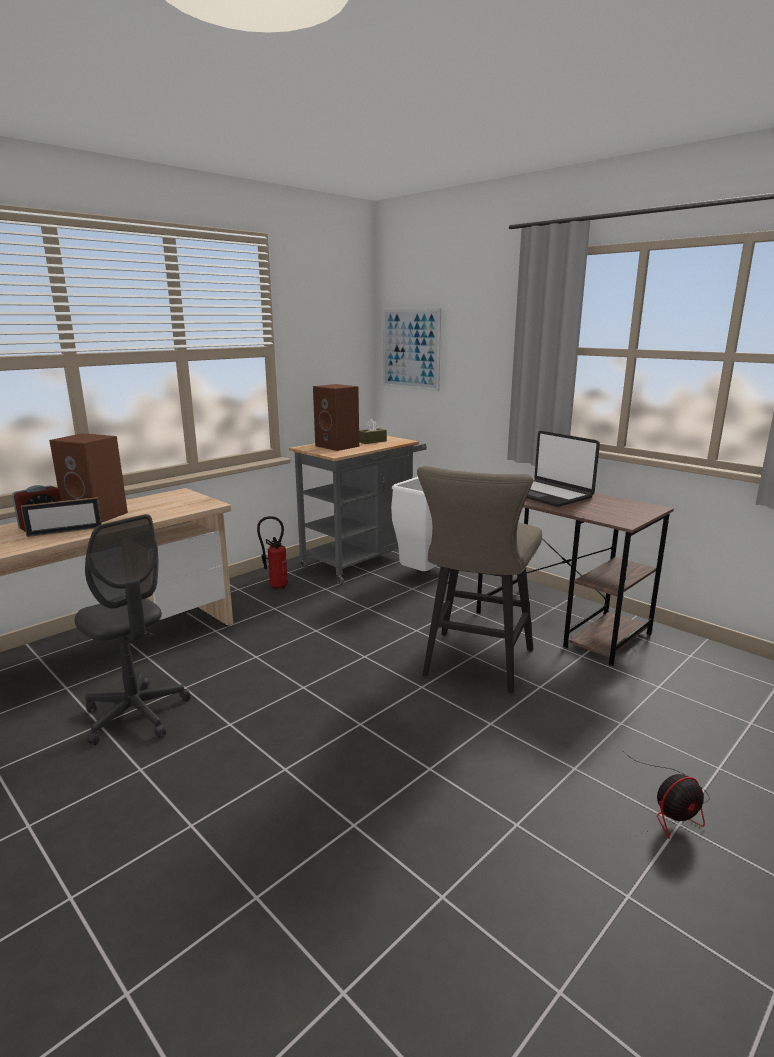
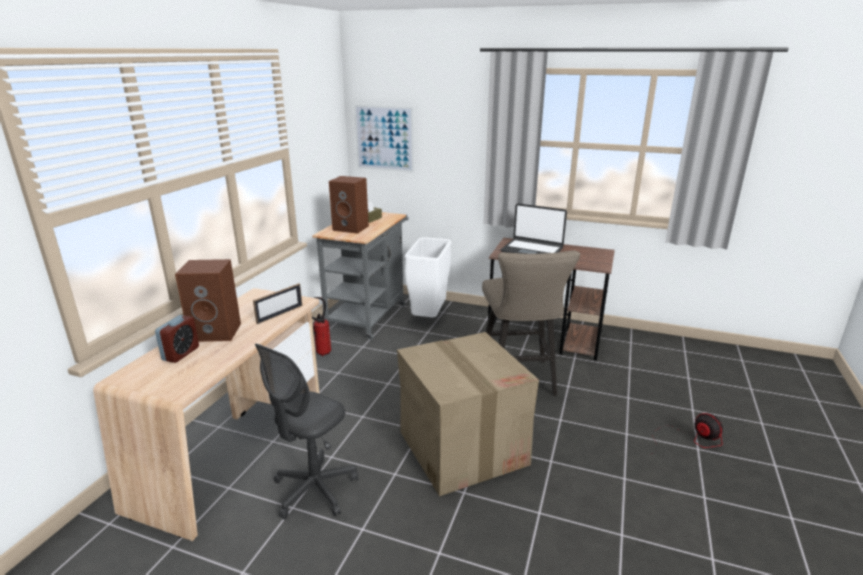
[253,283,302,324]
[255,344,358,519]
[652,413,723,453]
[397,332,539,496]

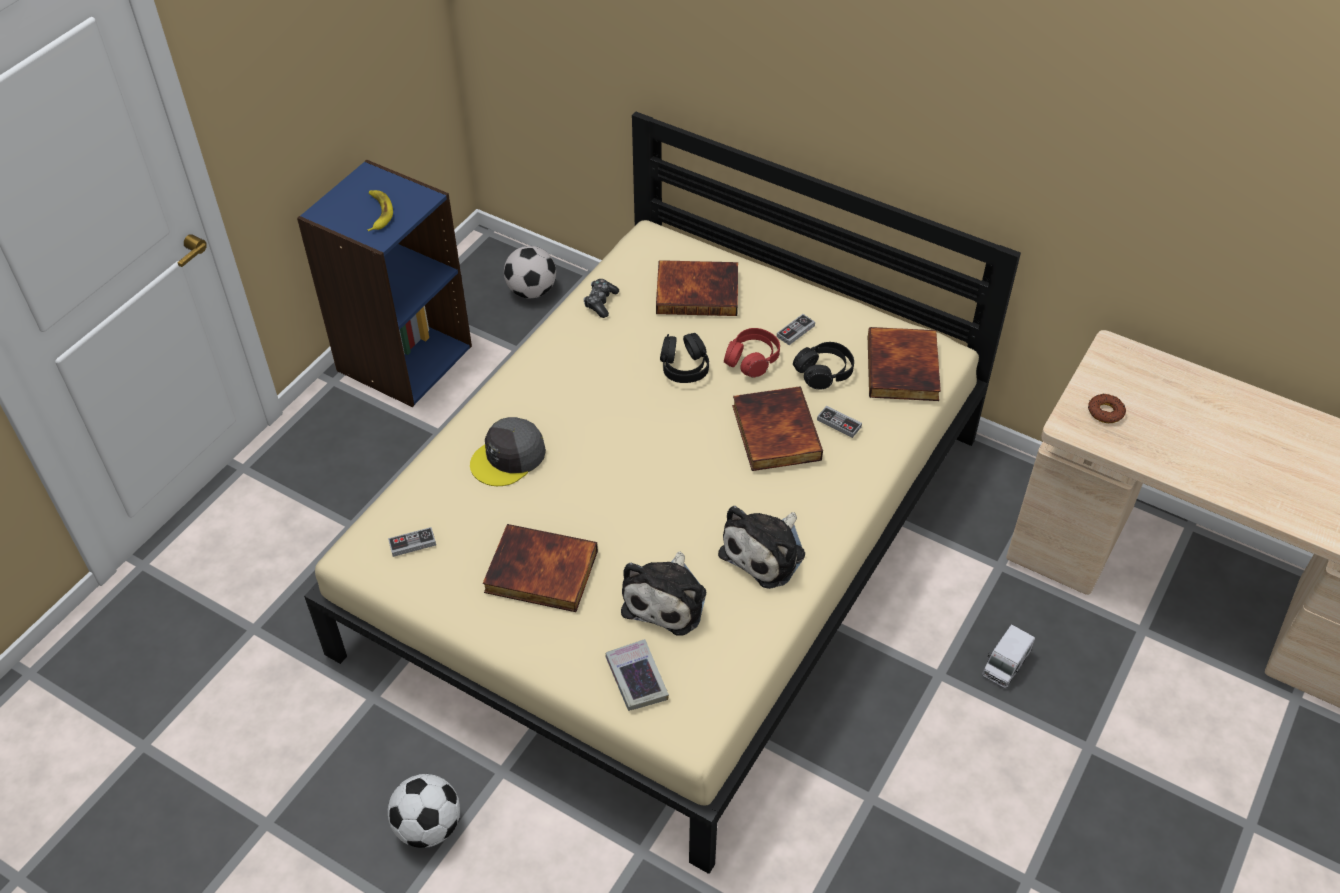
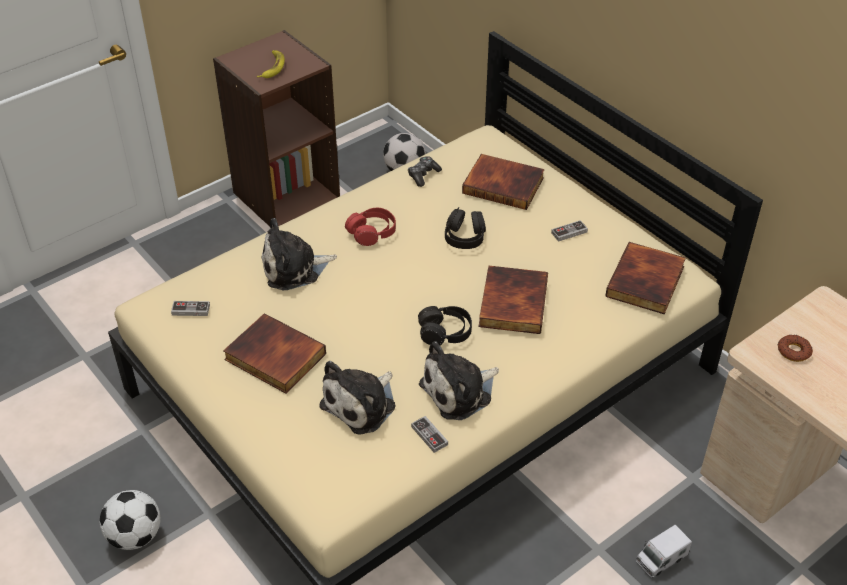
[213,30,340,227]
[345,208,396,246]
[418,306,472,345]
[411,416,448,453]
[261,218,337,290]
[606,639,669,711] (first image)

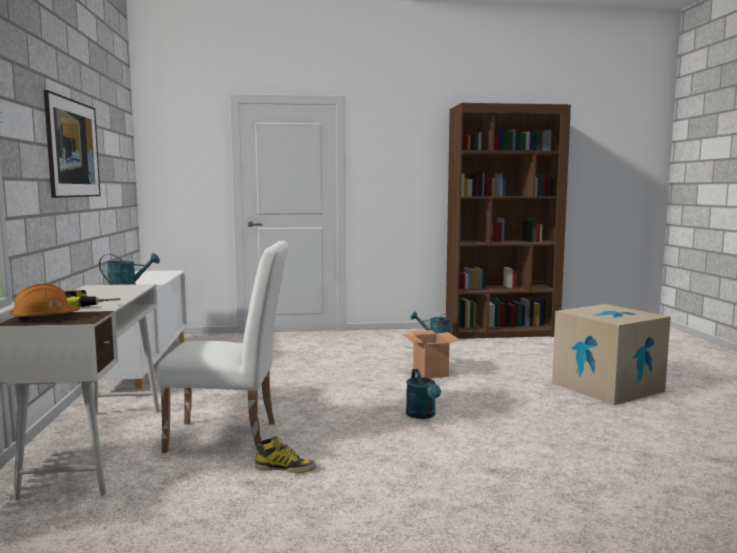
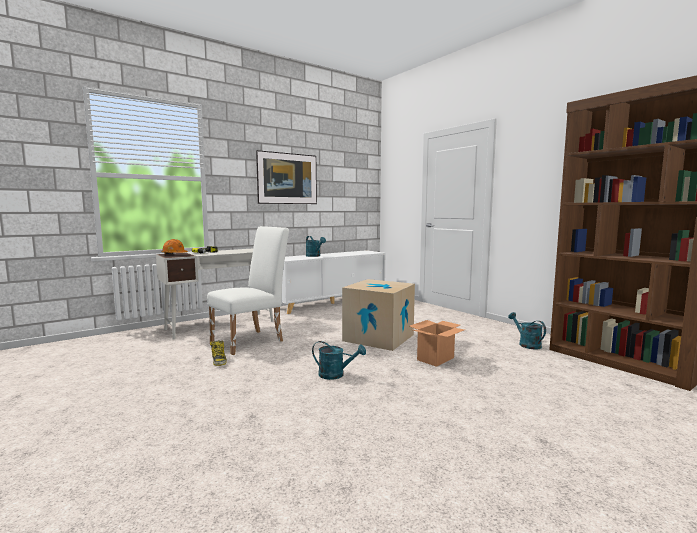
[207,226,289,355]
[342,279,415,351]
[312,341,366,380]

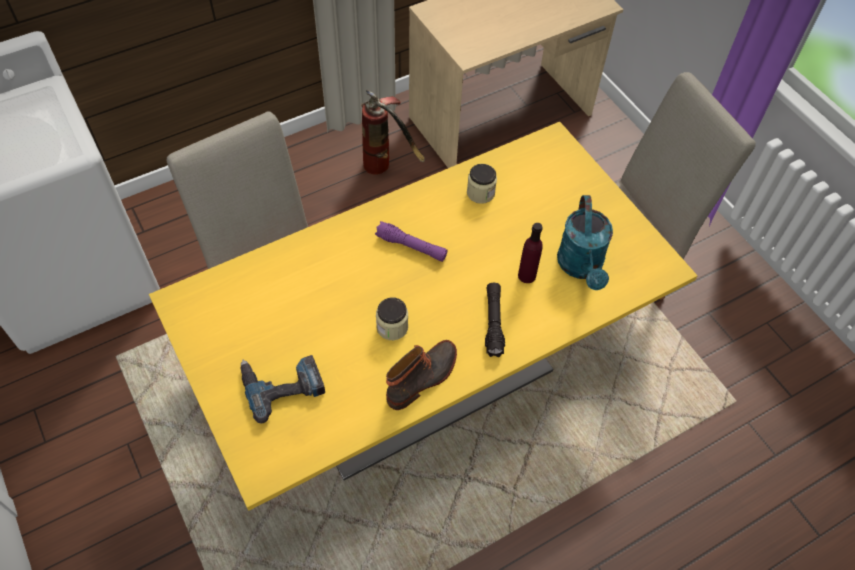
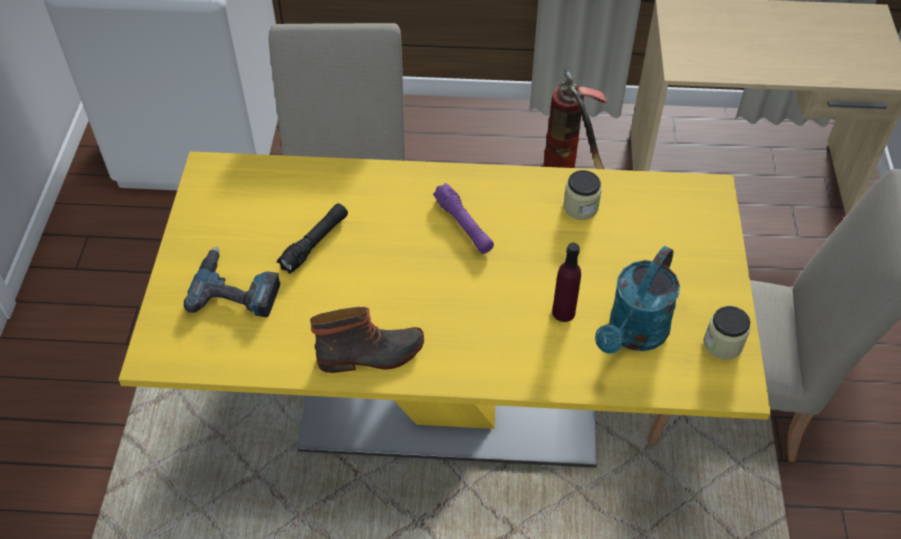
[277,203,348,274]
[703,306,750,360]

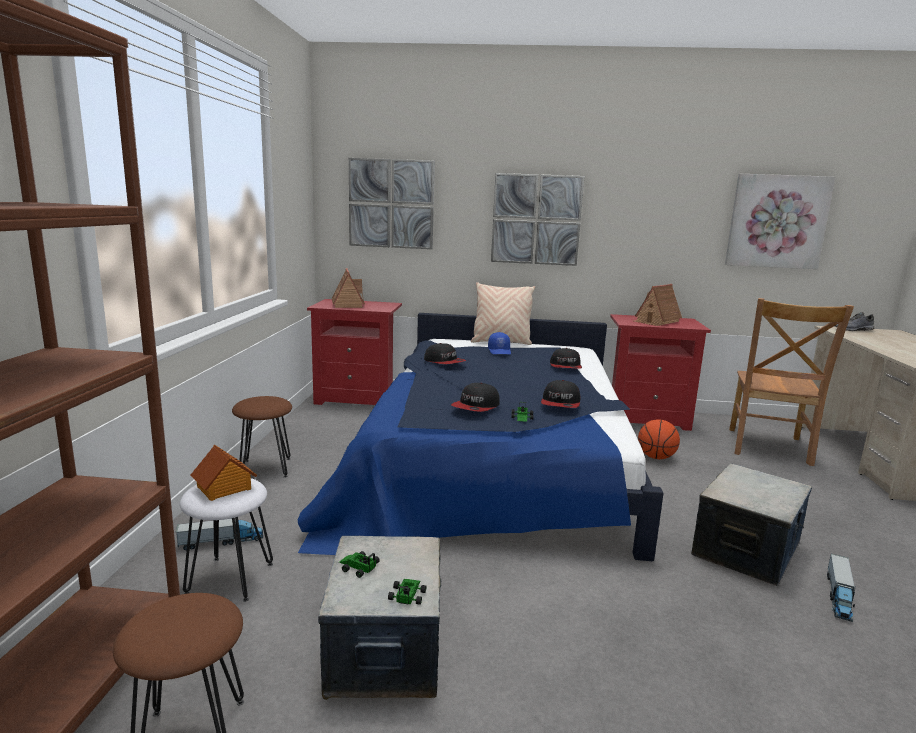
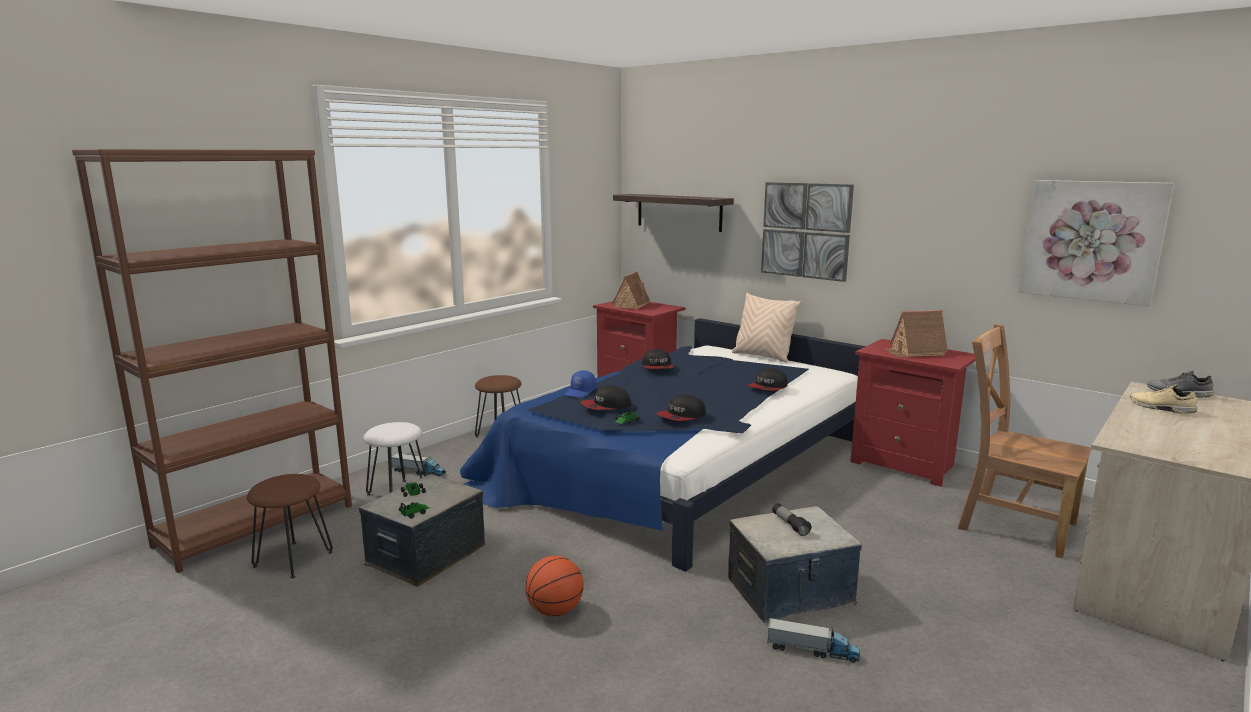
[613,194,734,232]
[958,324,1091,559]
[565,370,596,398]
[525,556,584,617]
[191,445,257,501] (first image)
[767,618,860,662]
[1130,385,1197,414]
[772,503,811,536]

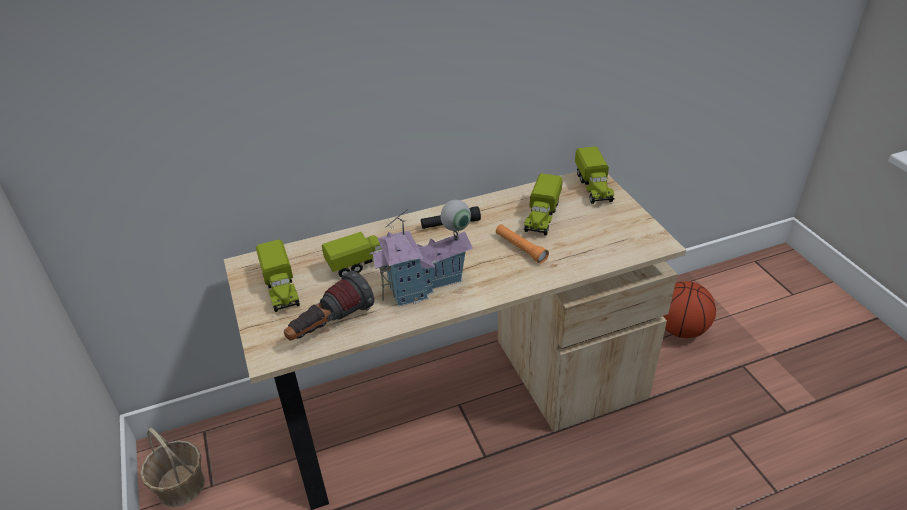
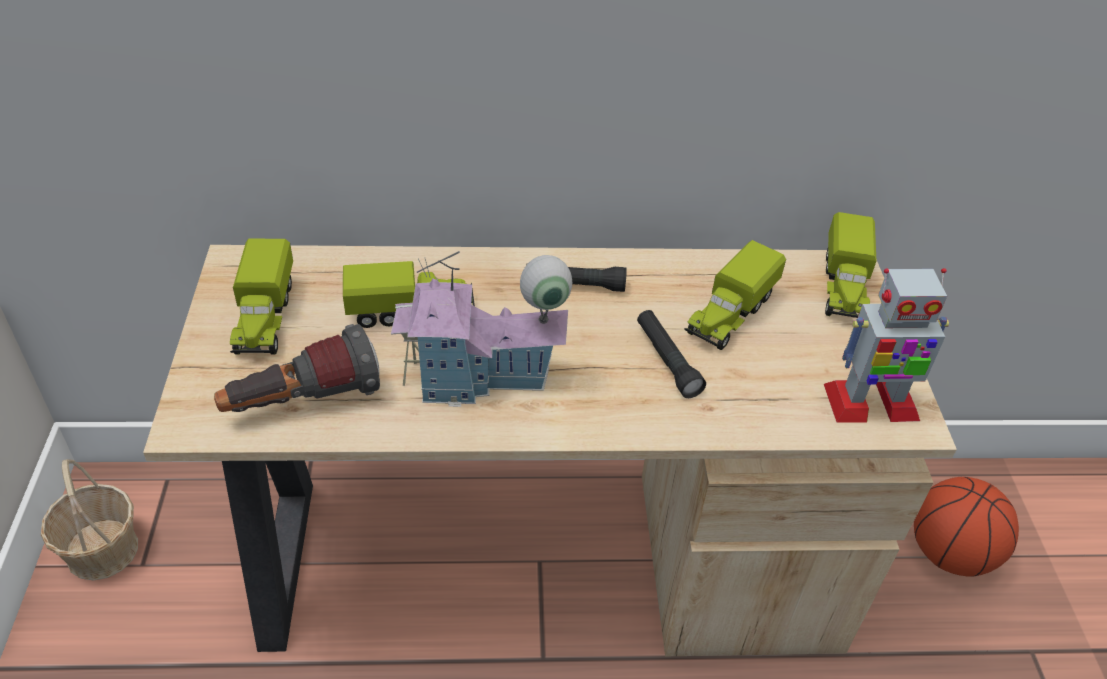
[637,310,706,398]
[824,268,949,422]

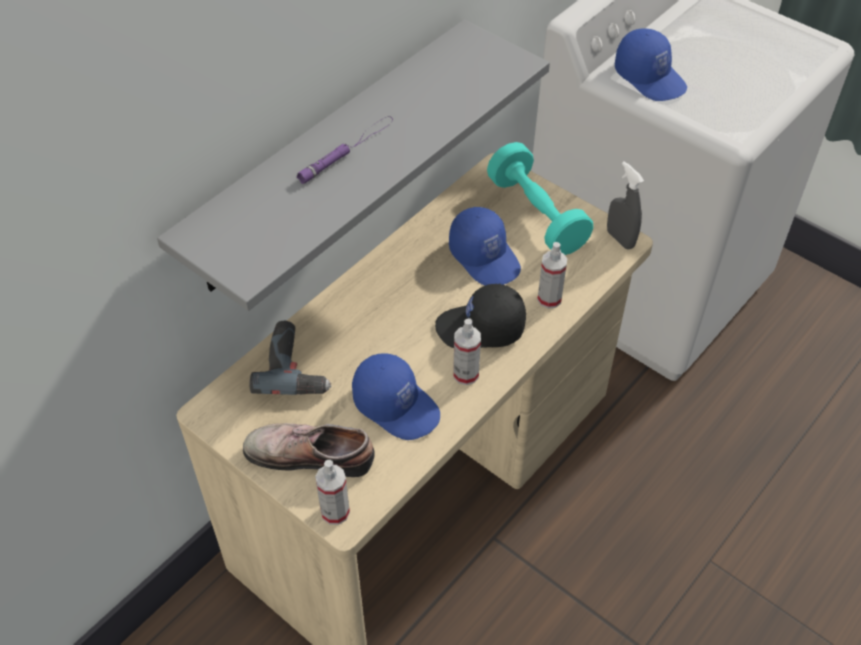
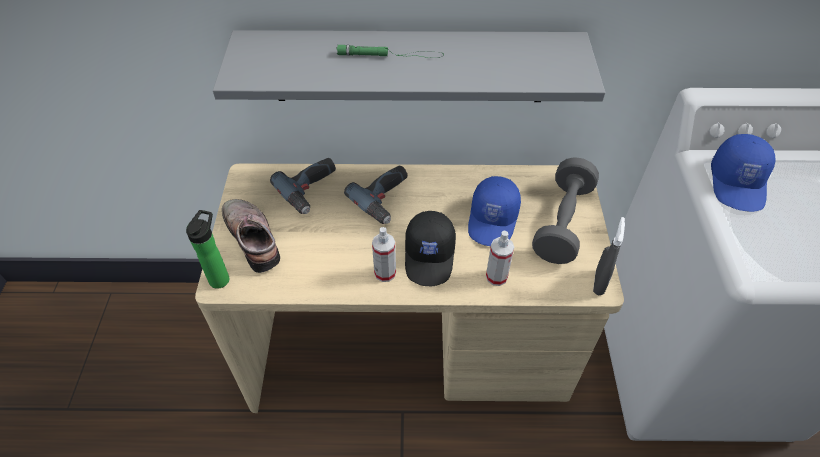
[337,45,444,58]
[532,157,599,264]
[405,211,456,286]
[352,353,440,440] (first image)
[186,210,229,289]
[344,165,407,224]

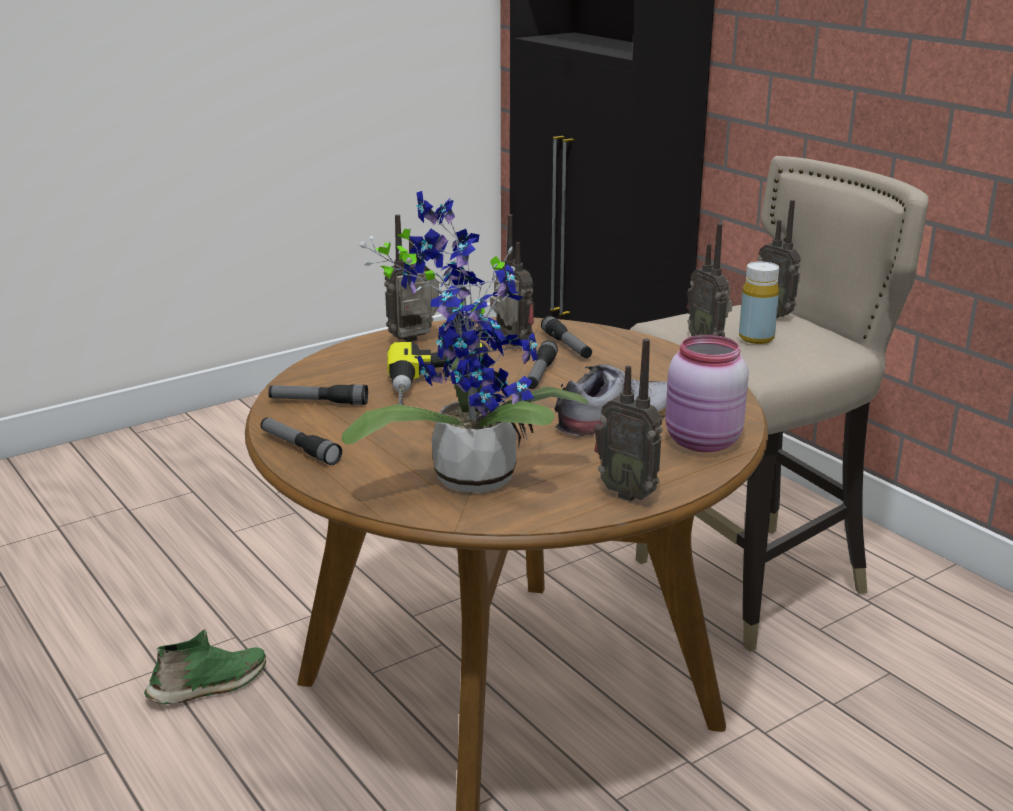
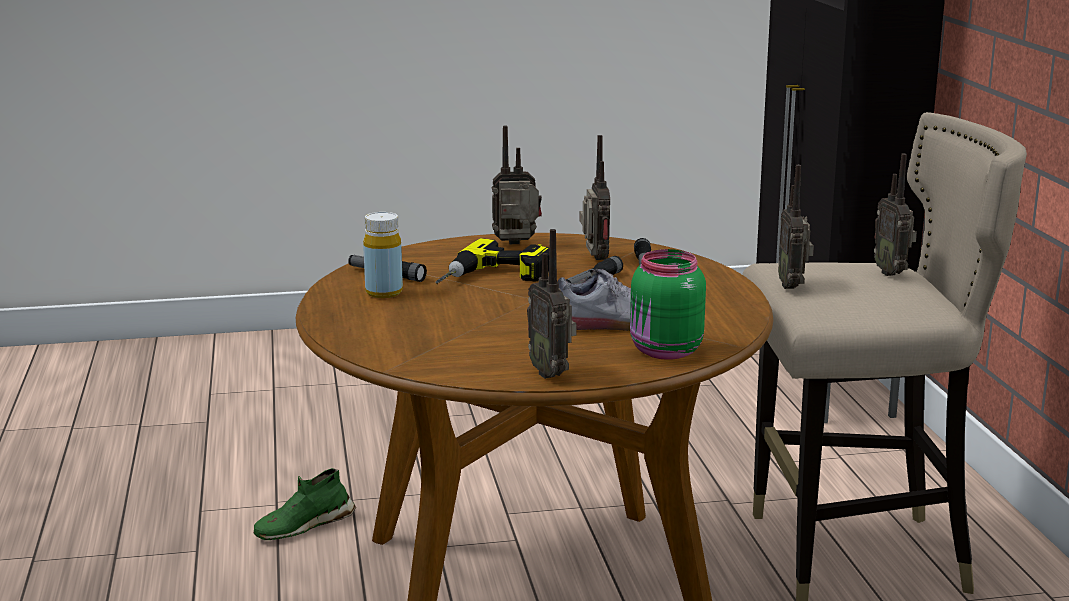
[341,191,589,493] (first image)
[363,212,403,298]
[630,249,706,360]
[260,418,342,465] (first image)
[254,468,356,540]

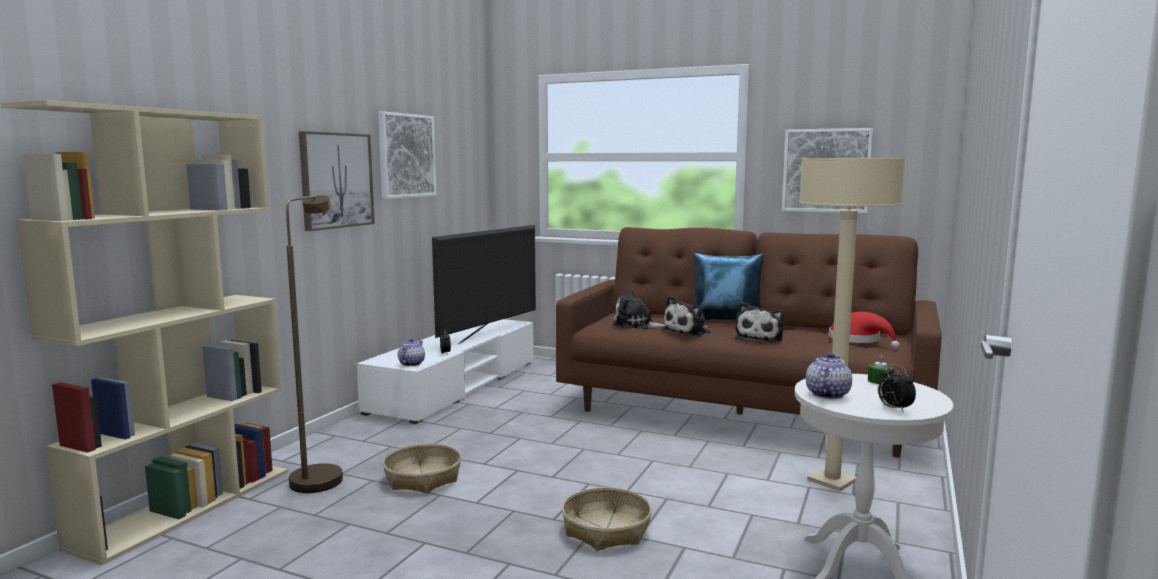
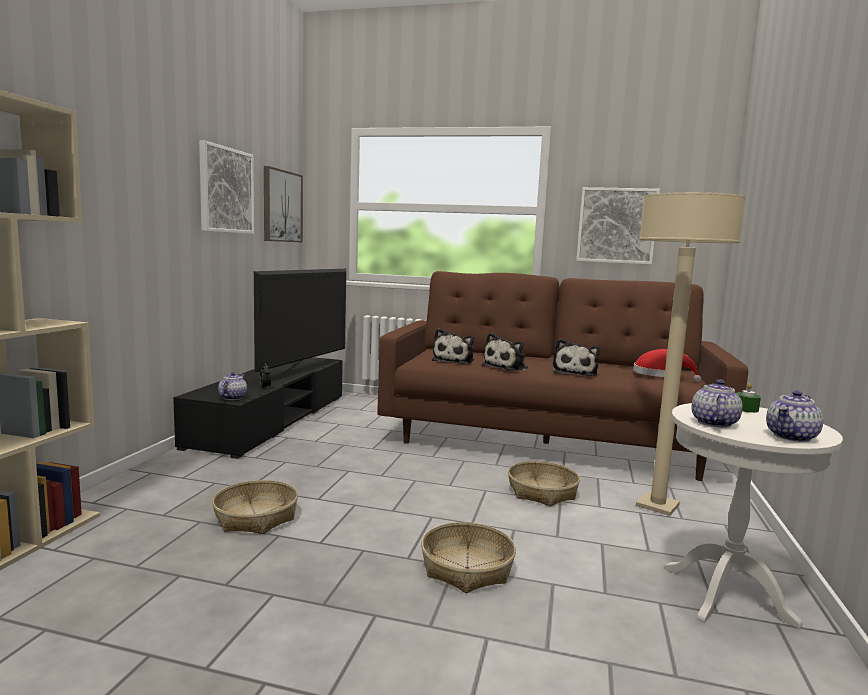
[264,166,303,242]
[286,195,343,493] (first image)
[693,253,764,320] (first image)
[432,328,474,364]
[173,357,343,459]
[766,390,824,442]
[508,461,580,507]

